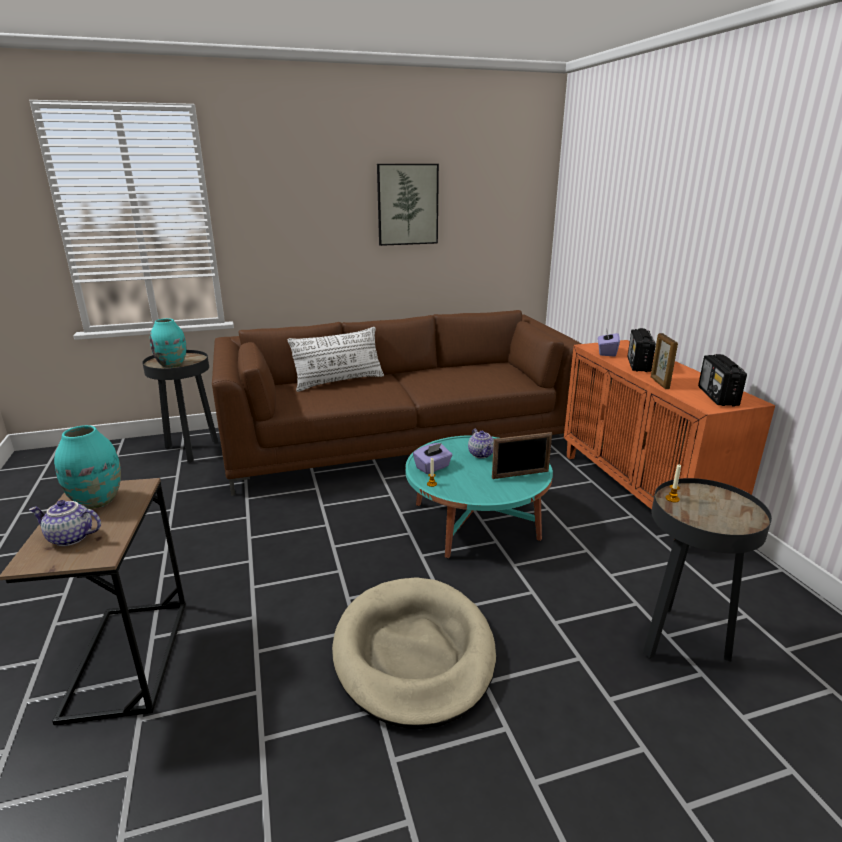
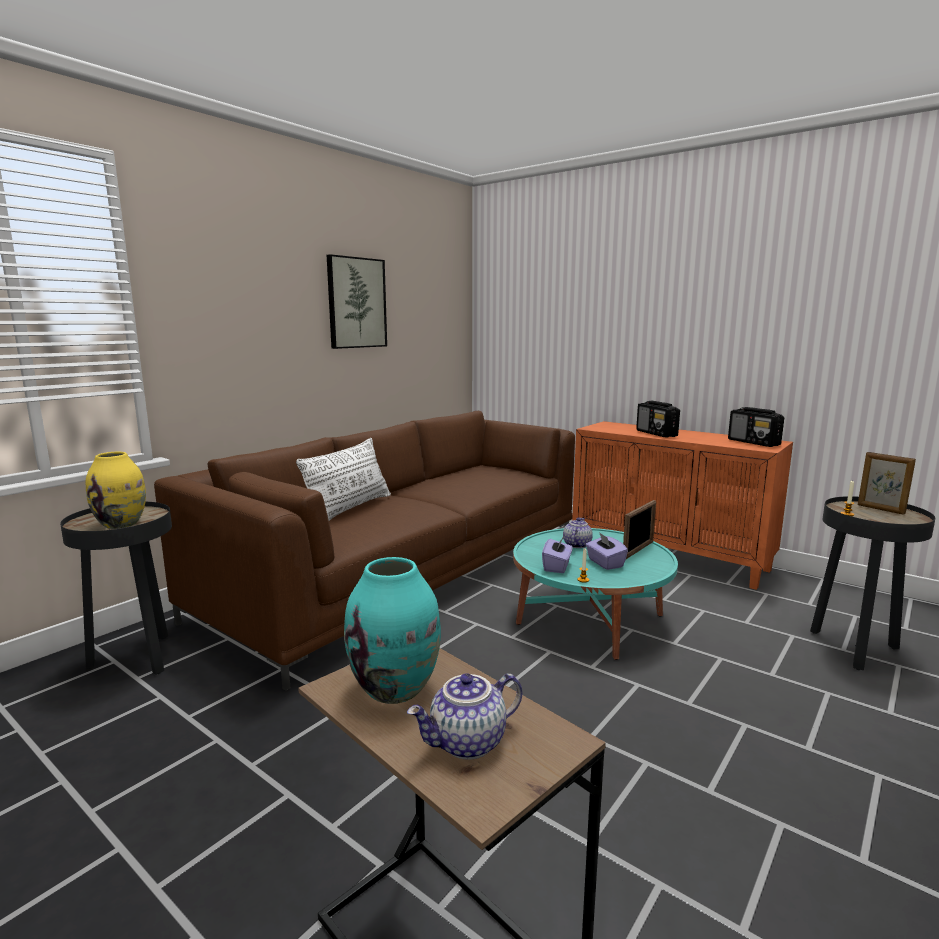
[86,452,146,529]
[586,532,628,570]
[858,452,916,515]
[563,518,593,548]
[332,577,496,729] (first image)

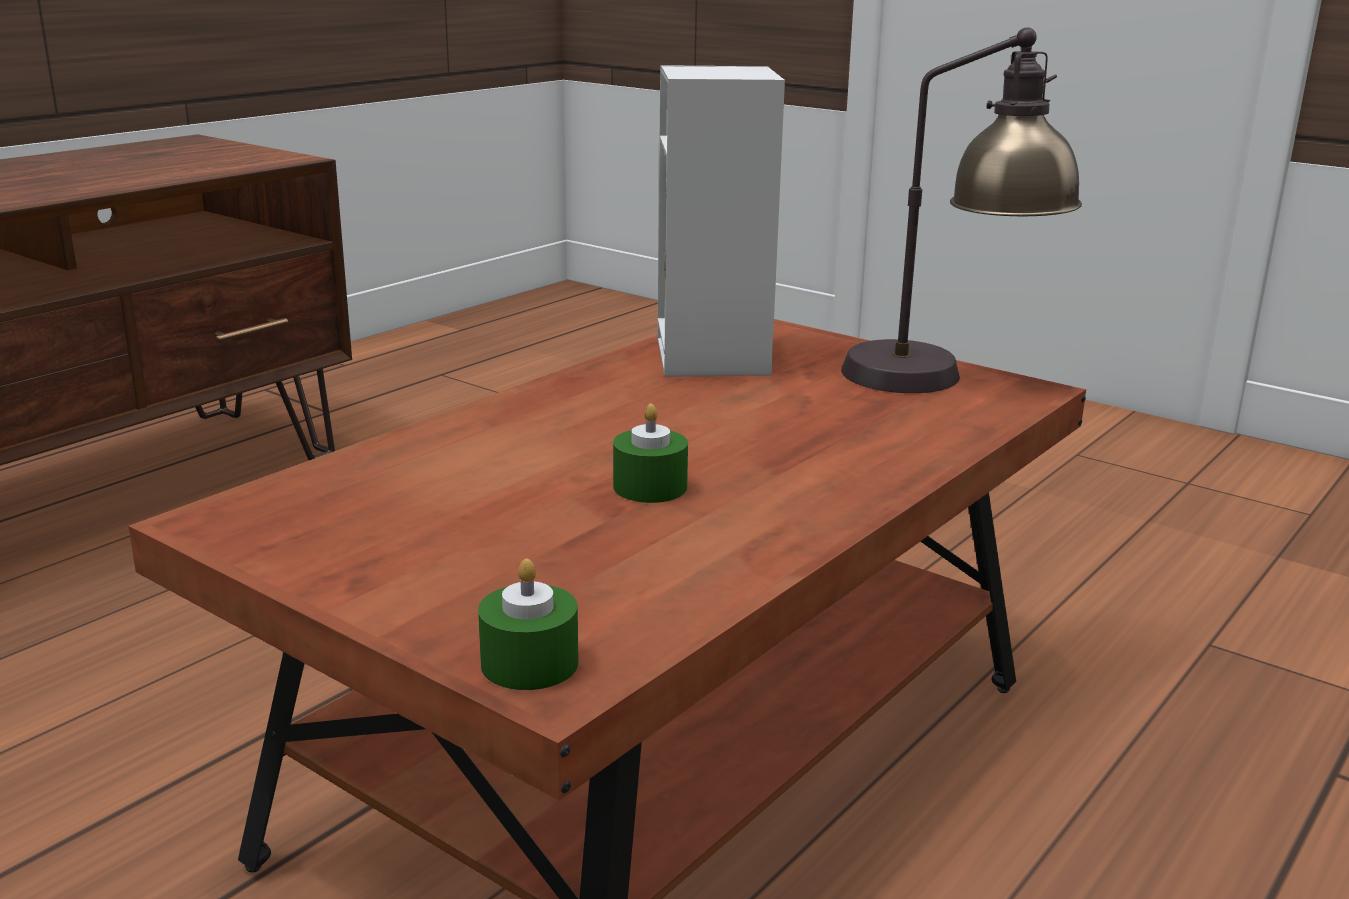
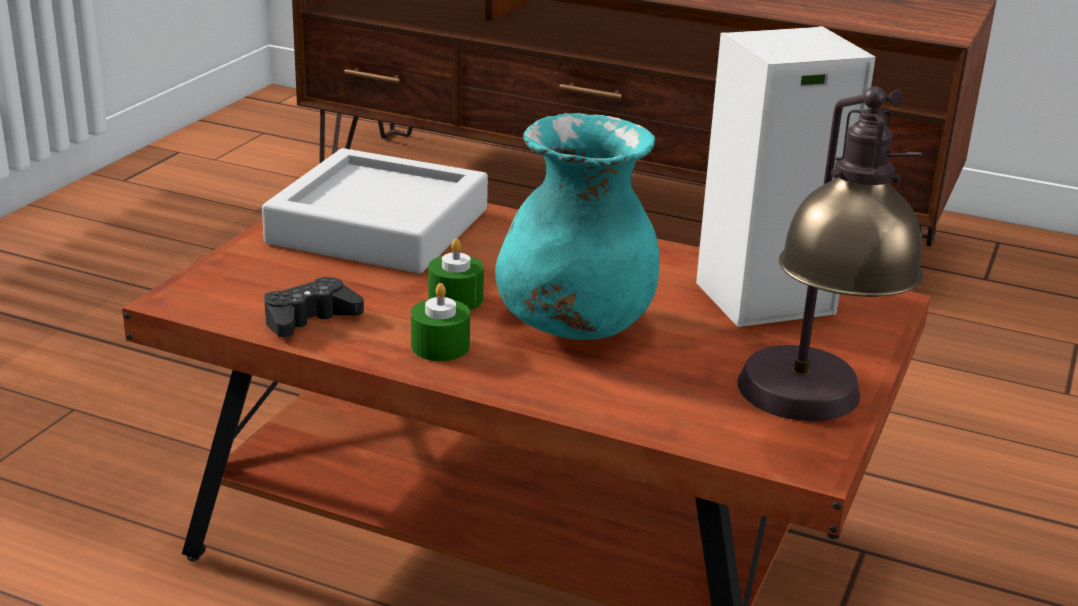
[411,283,470,361]
[495,113,659,340]
[262,148,488,274]
[264,277,364,337]

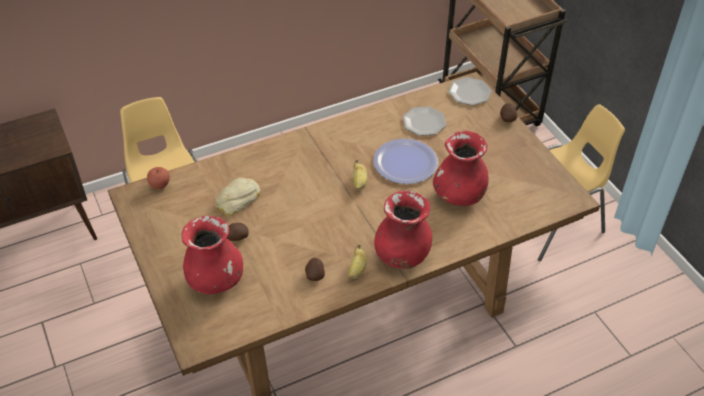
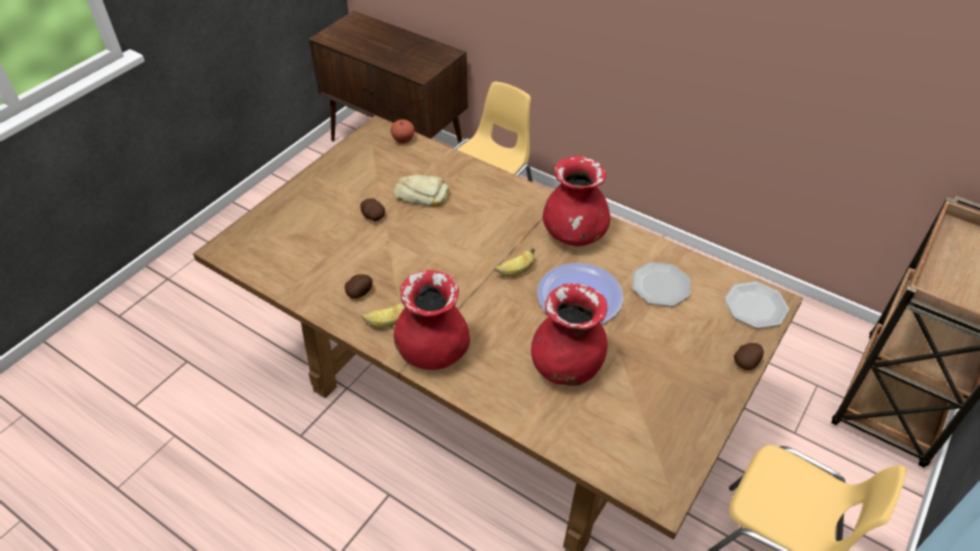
[543,156,610,246]

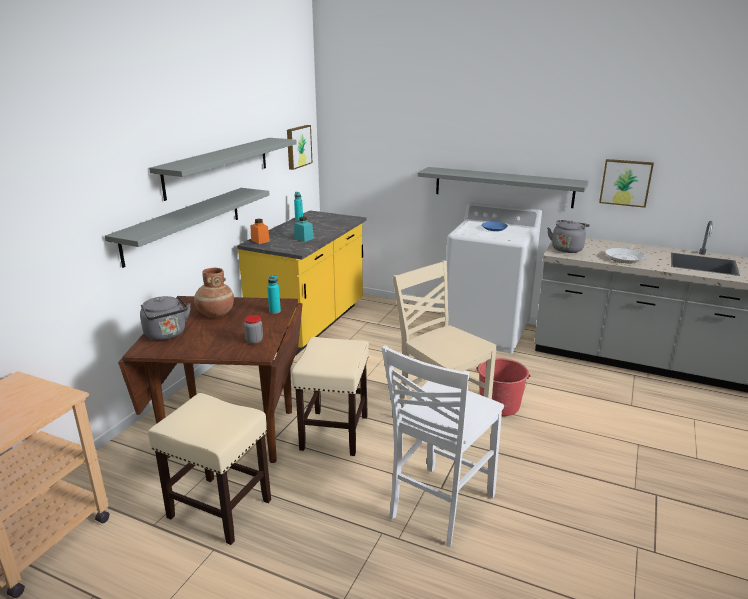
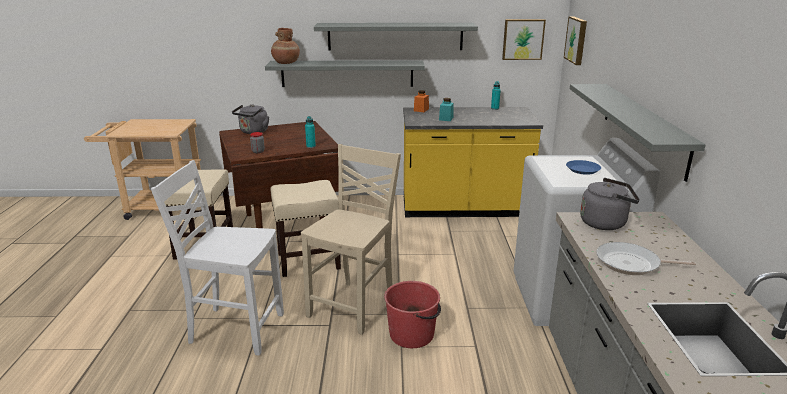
[564,16,587,65]
[271,28,300,64]

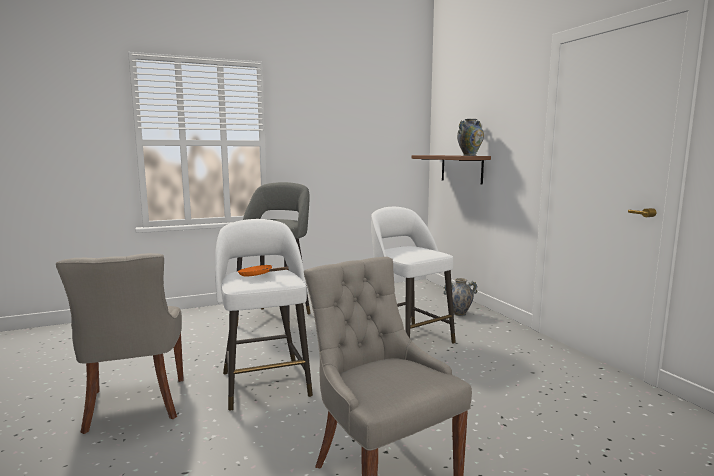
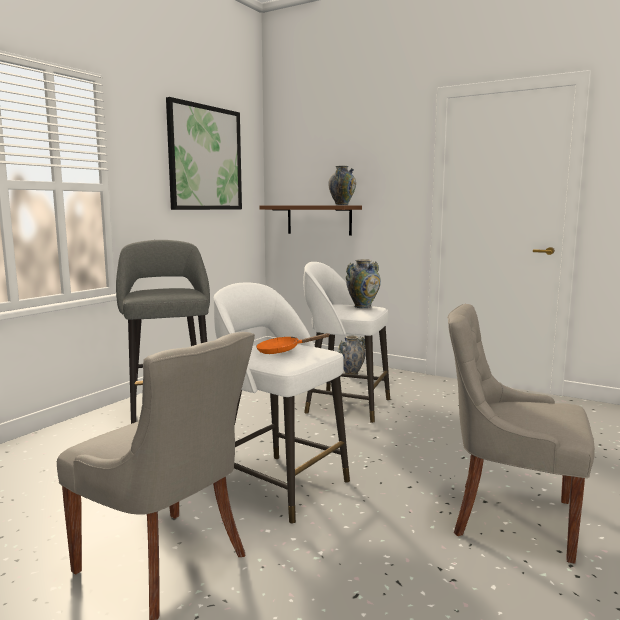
[166,97,242,210]
[346,259,381,308]

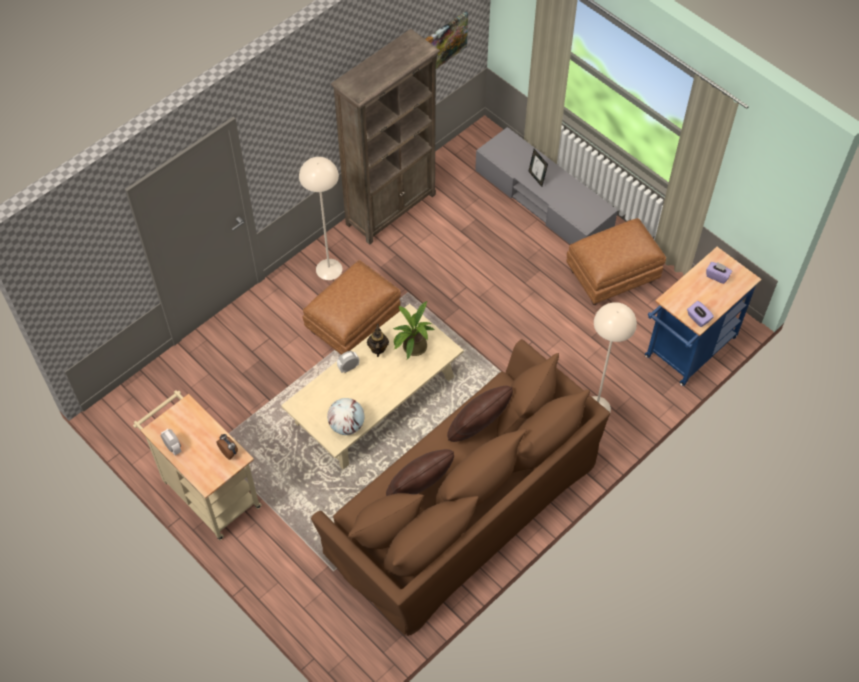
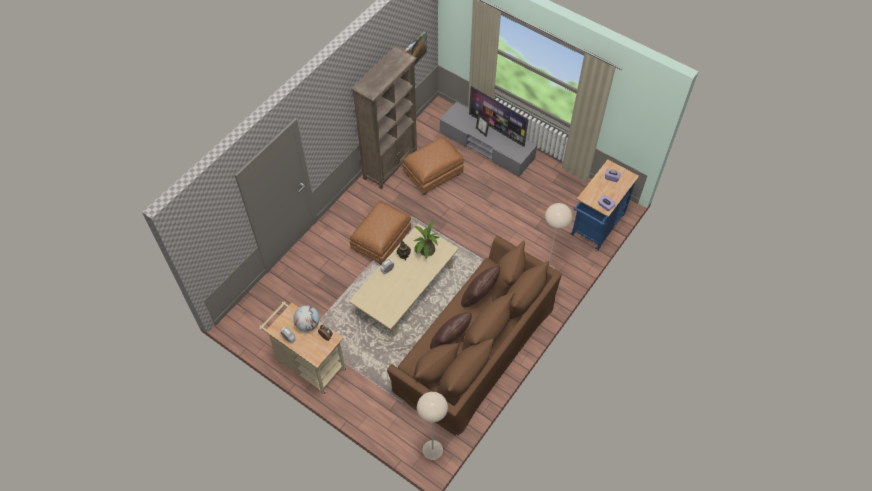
[417,392,448,460]
[402,136,464,195]
[293,305,320,331]
[469,86,529,147]

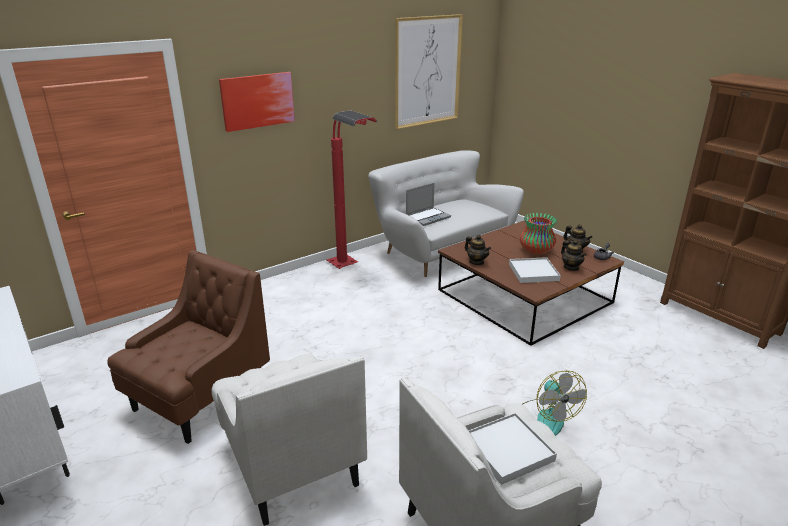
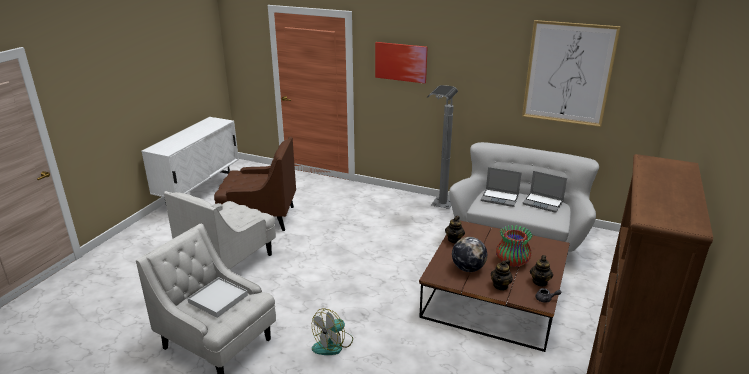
[427,85,458,209]
[452,237,487,272]
[522,171,567,213]

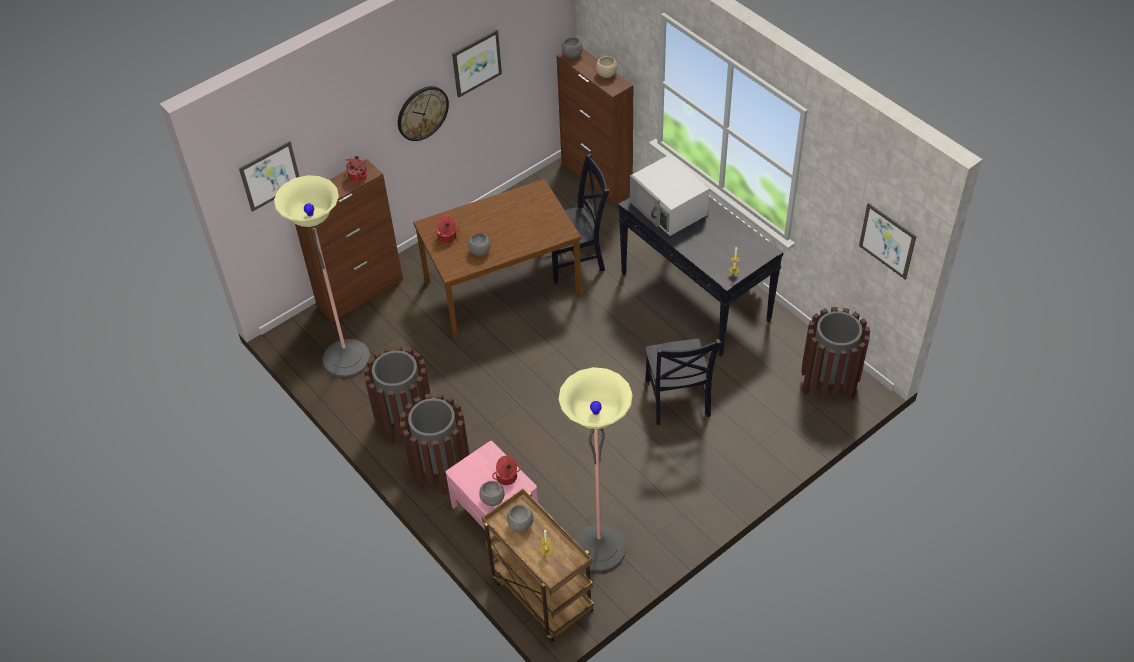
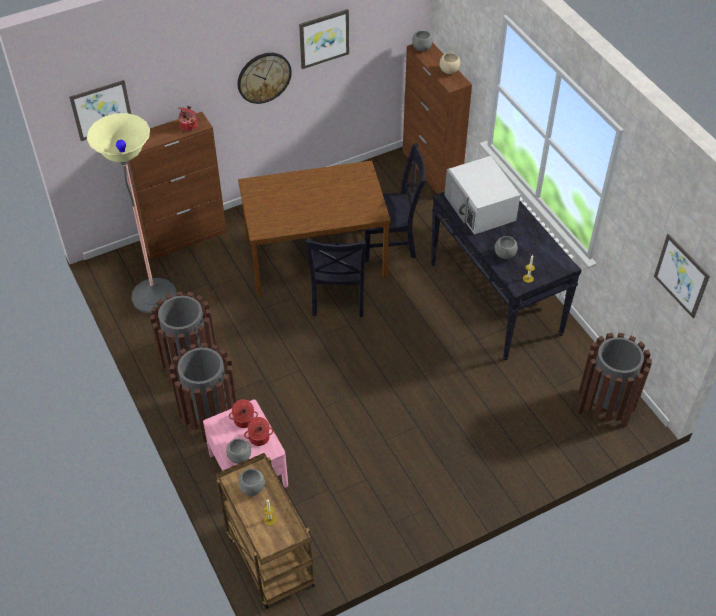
[229,399,258,428]
[495,236,518,259]
[306,238,366,318]
[559,367,633,572] (first image)

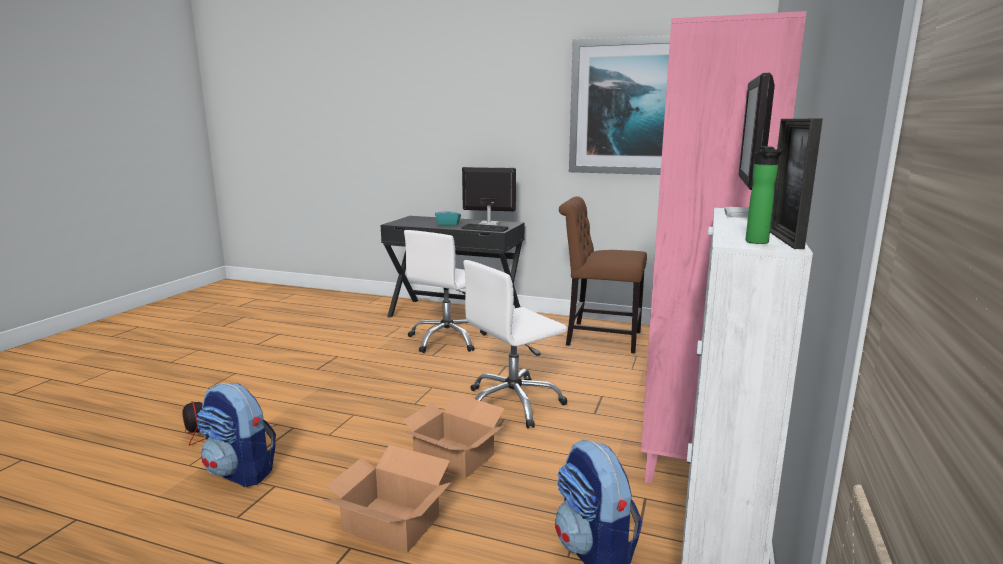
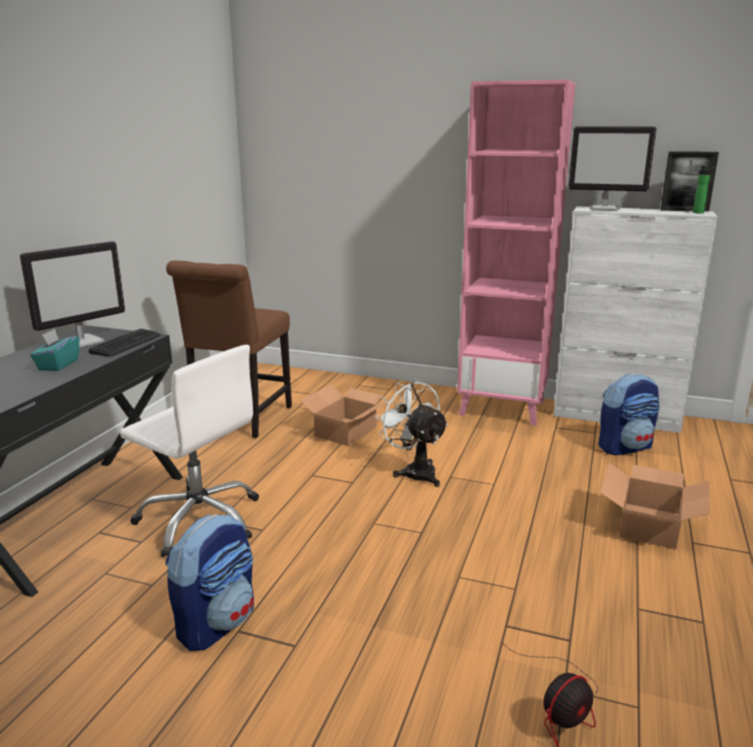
[569,35,670,175] (first image)
[20,241,125,348]
[375,379,449,487]
[165,514,254,651]
[300,384,390,446]

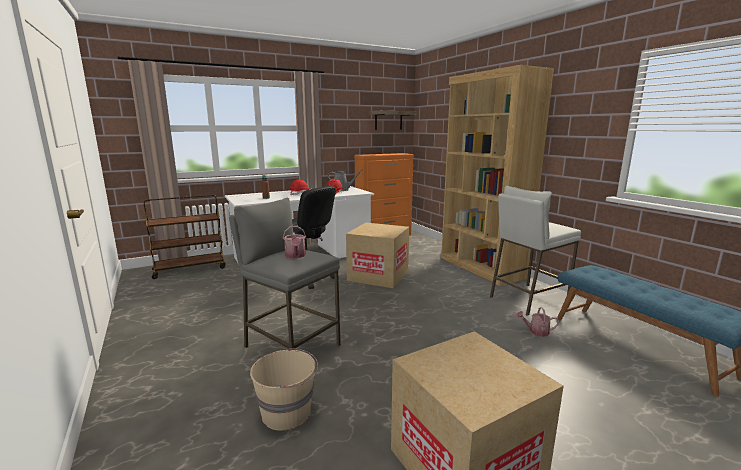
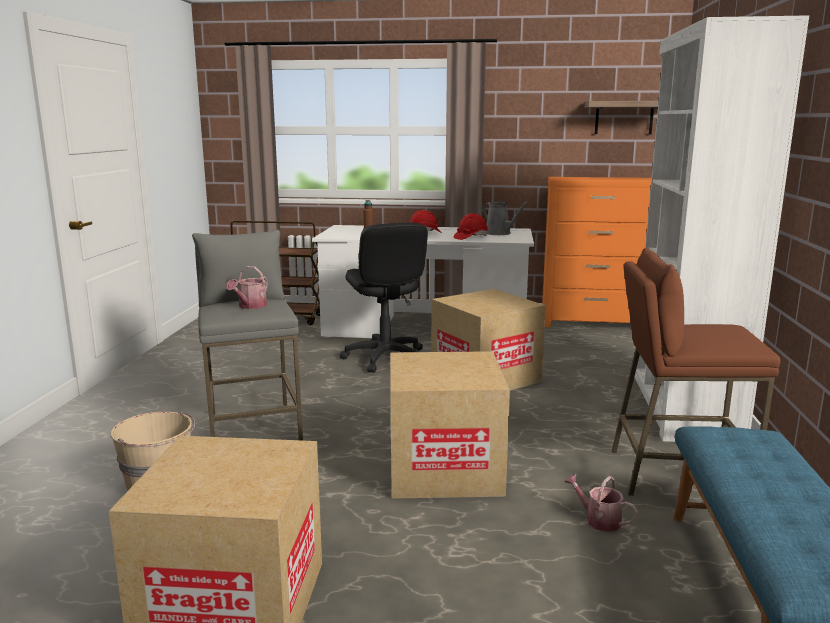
[634,15,809,442]
[612,248,781,496]
[391,351,510,499]

